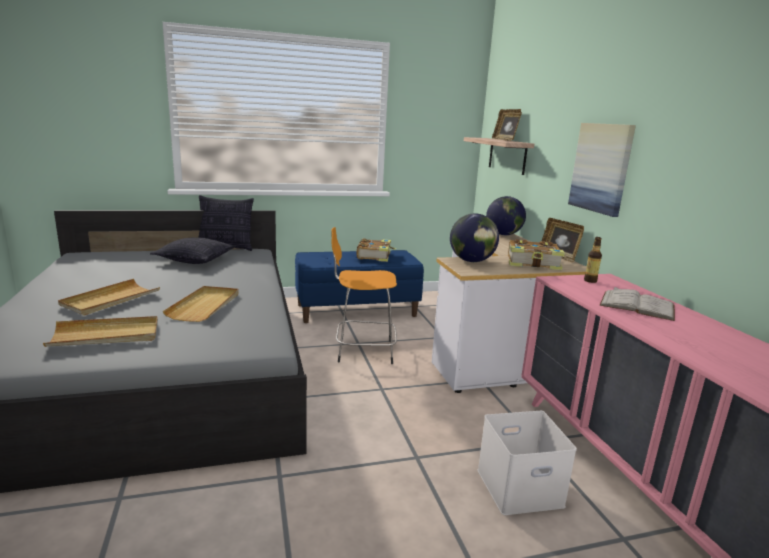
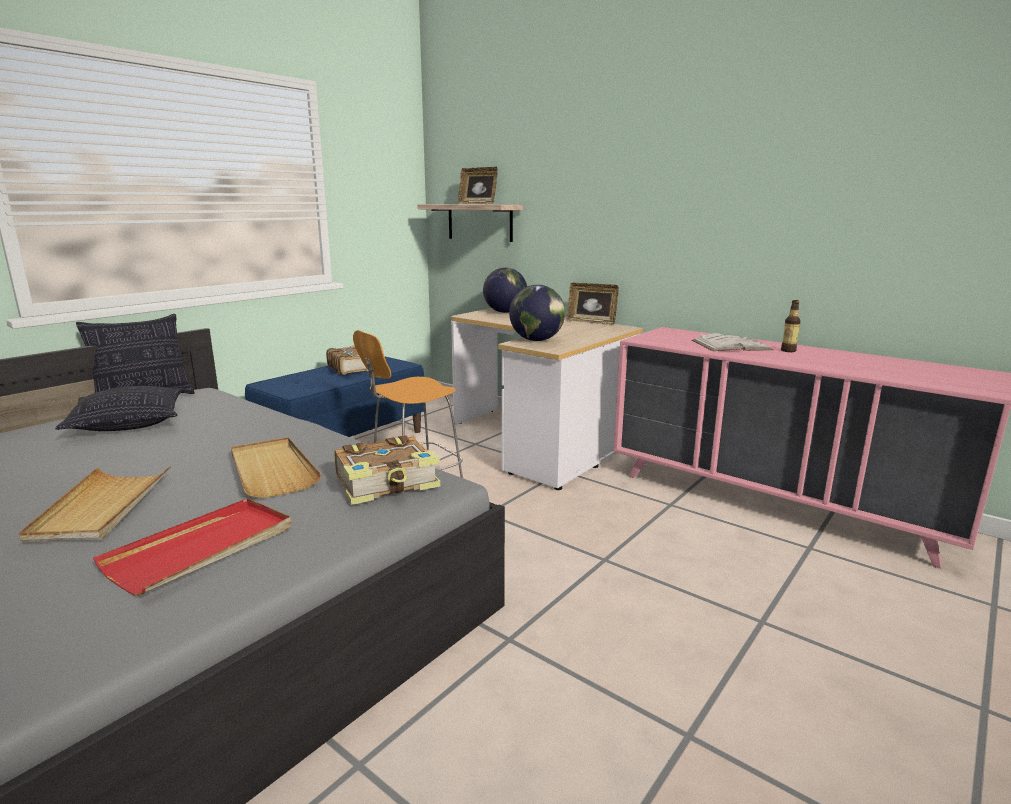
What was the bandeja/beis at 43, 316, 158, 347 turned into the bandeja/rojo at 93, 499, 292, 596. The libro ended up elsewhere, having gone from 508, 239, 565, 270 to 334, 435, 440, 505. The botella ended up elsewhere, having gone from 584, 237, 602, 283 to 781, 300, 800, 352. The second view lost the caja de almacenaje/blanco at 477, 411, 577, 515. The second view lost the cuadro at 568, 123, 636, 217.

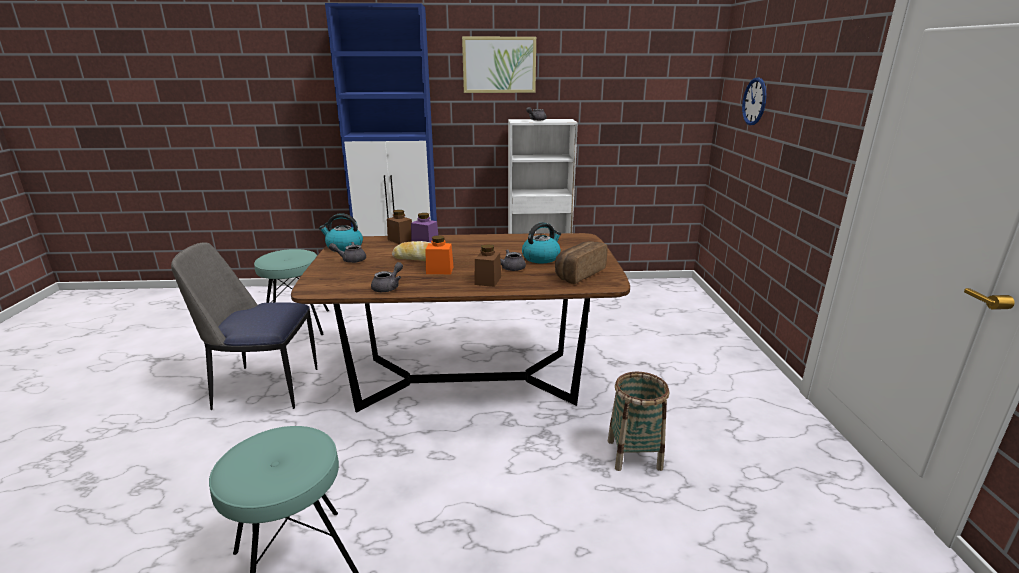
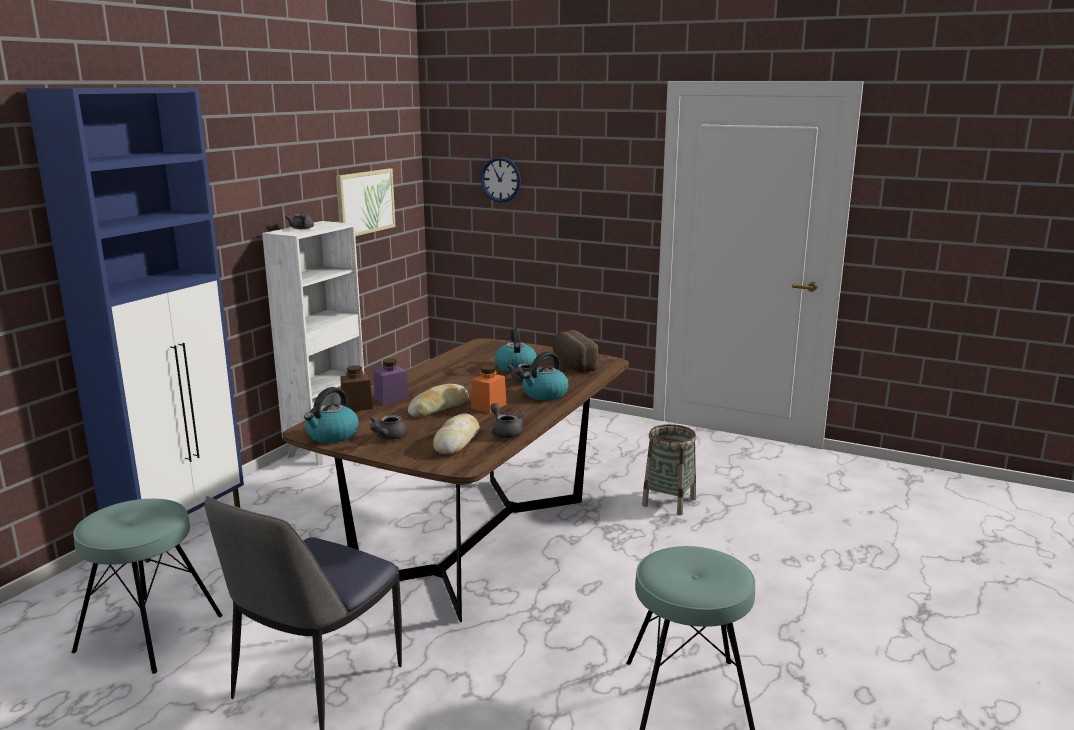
The cuadro ended up elsewhere, having gone from 462, 37, 536, 93 to 336, 168, 395, 236. The second view gained the pan at 433, 413, 480, 455. Where the tarro/marrón stood at 474, 244, 501, 287, the hervidor came to stand at 522, 352, 569, 400.

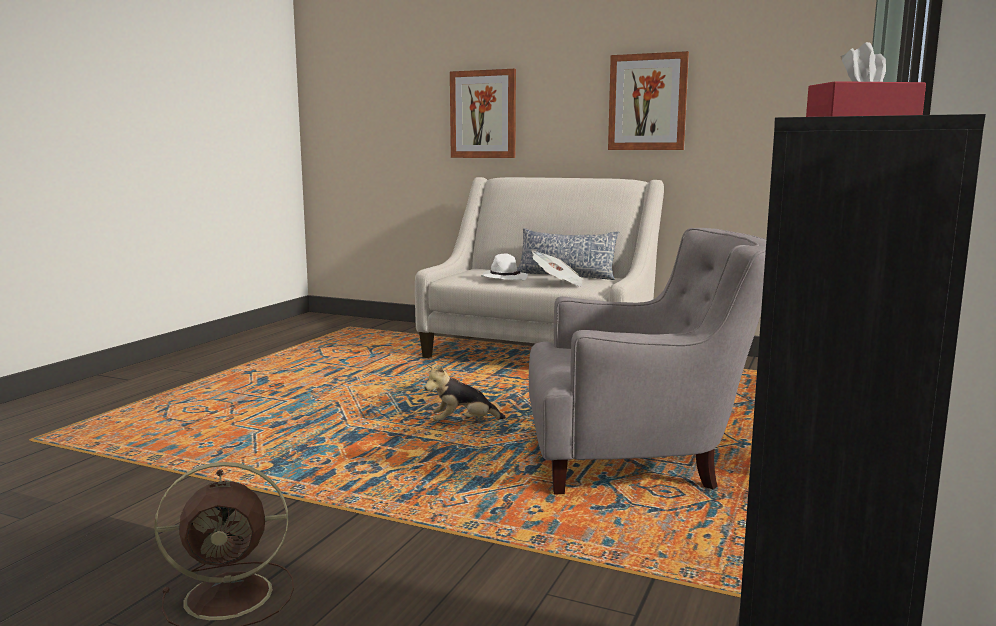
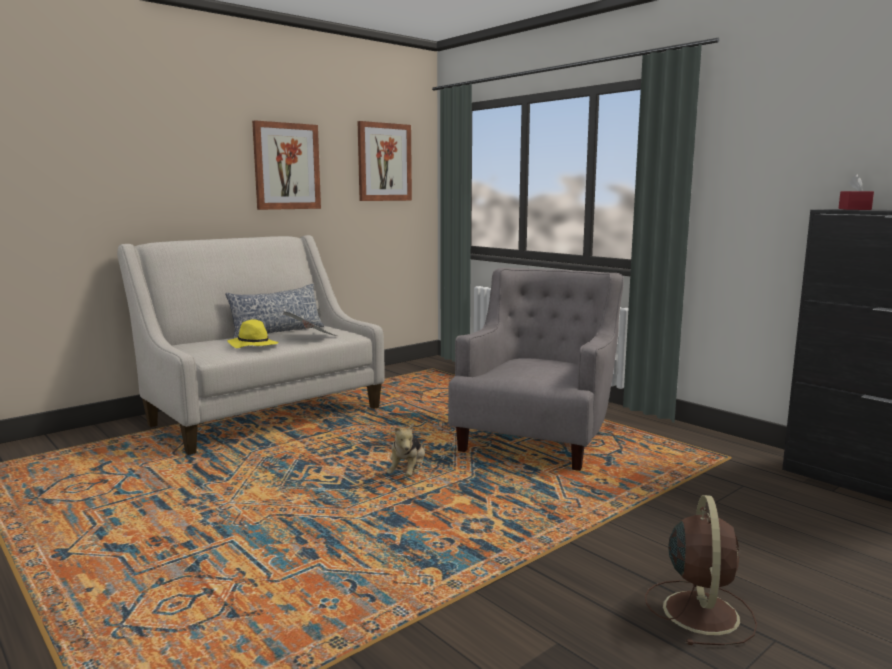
What was the sombrero/blanco at 481, 254, 528, 281 turned into the sombrero/amarillo at 227, 319, 279, 348. The cuadro ended up elsewhere, having gone from 450, 69, 516, 158 to 357, 121, 412, 201.

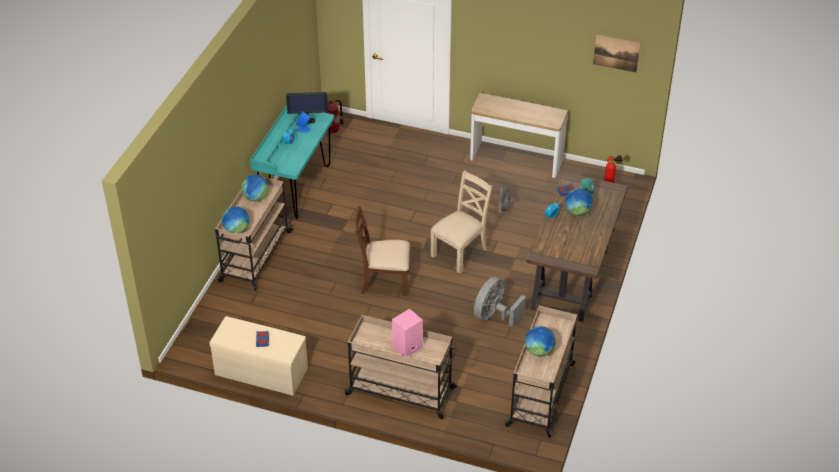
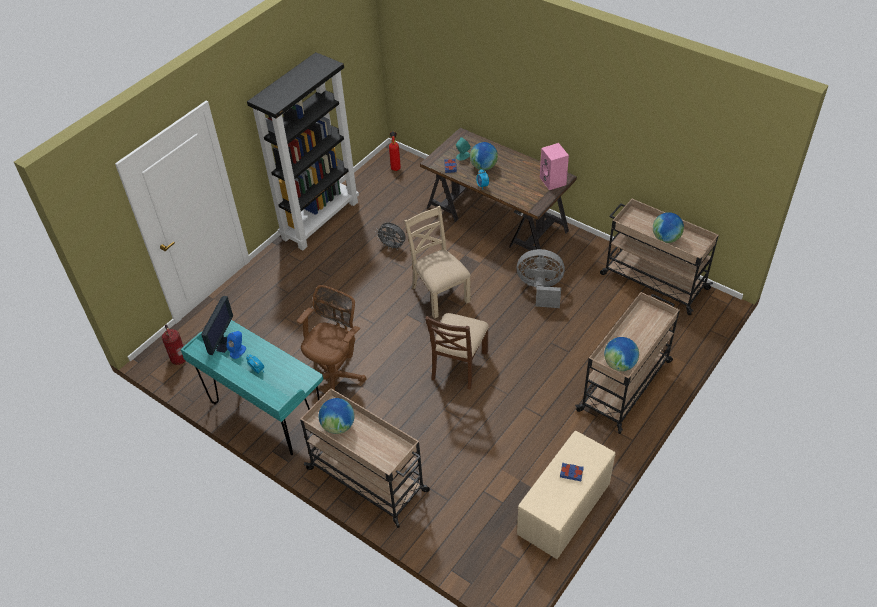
Where the mesa consola stood at 470, 93, 568, 178, the estantería/negro came to stand at 247, 52, 359, 250. The second view gained the silla de oficina/marrón at 297, 285, 367, 390. The ventilador/gris at 474, 277, 526, 327 ended up facing another way, 135 degrees clockwise from before. The altavoz/rosa ended up elsewhere, having gone from 392, 309, 423, 356 to 540, 143, 569, 190. The globo terráqueo ended up elsewhere, having gone from 222, 206, 250, 234 to 604, 337, 639, 371. The second view lost the cuadro at 593, 35, 640, 72.

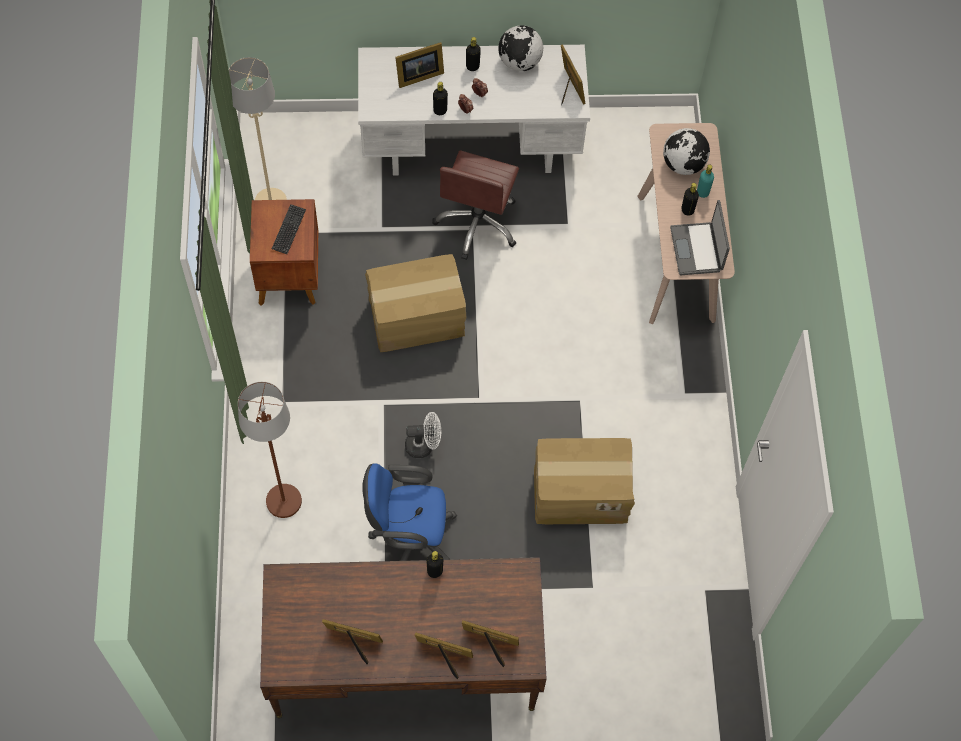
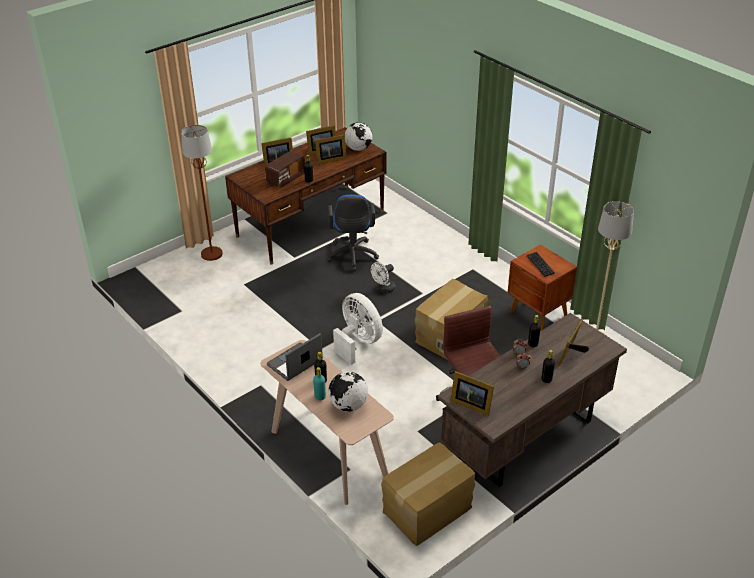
The lámpara de pie/marrón ended up elsewhere, having gone from 238, 382, 302, 518 to 181, 125, 223, 261. The second view gained the radio at 265, 151, 305, 188. The portátil at 670, 200, 730, 275 ended up facing another way, 90 degrees counterclockwise from before. The portarretratos ended up elsewhere, having gone from 462, 620, 519, 667 to 315, 134, 347, 164. The silla de oficina/azul at 362, 463, 457, 561 ended up facing another way, 120 degrees clockwise from before. The second view gained the ventilador/blanco at 333, 293, 383, 365. The globo terráqueo ended up elsewhere, having gone from 498, 25, 543, 71 to 345, 122, 372, 151. The caja de cartón ended up elsewhere, having gone from 534, 438, 635, 524 to 381, 442, 475, 546. What was the escritorio/blanco at 358, 45, 590, 176 turned into the escritorio/marrón at 438, 313, 627, 487.

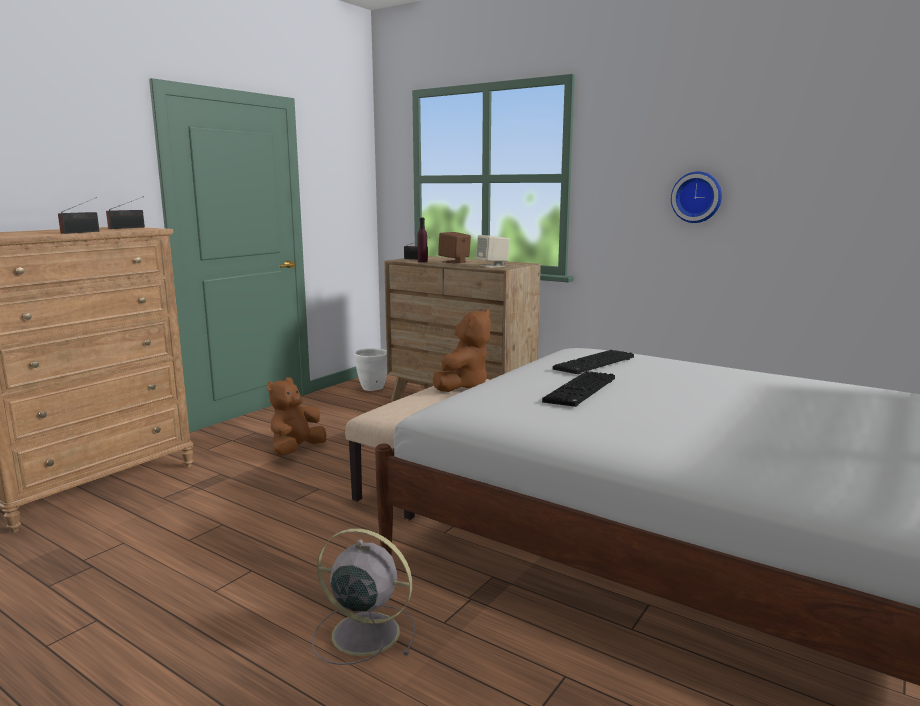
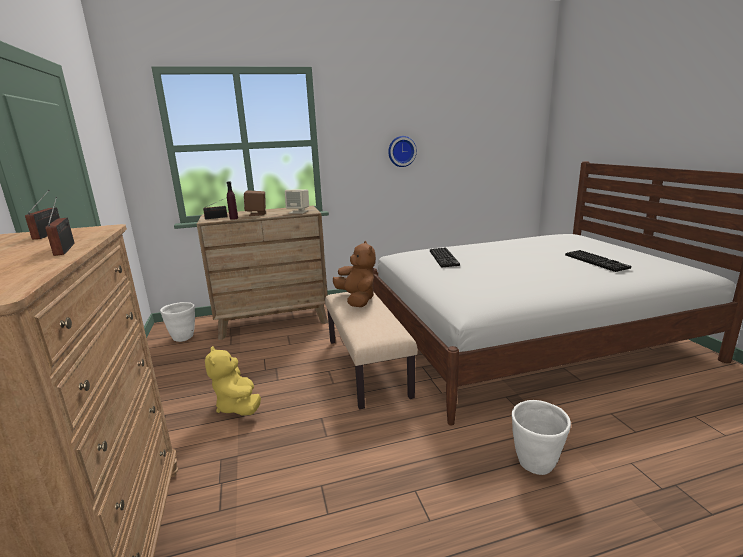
What was the peluche/marrón at 267, 377, 327, 456 turned into the peluche/amarillo at 205, 346, 261, 416. Where the ventilador/gris stood at 312, 528, 415, 665, the maceta/blanco came to stand at 512, 400, 571, 475. The teclado ended up elsewhere, having gone from 542, 371, 615, 407 to 565, 250, 631, 272.

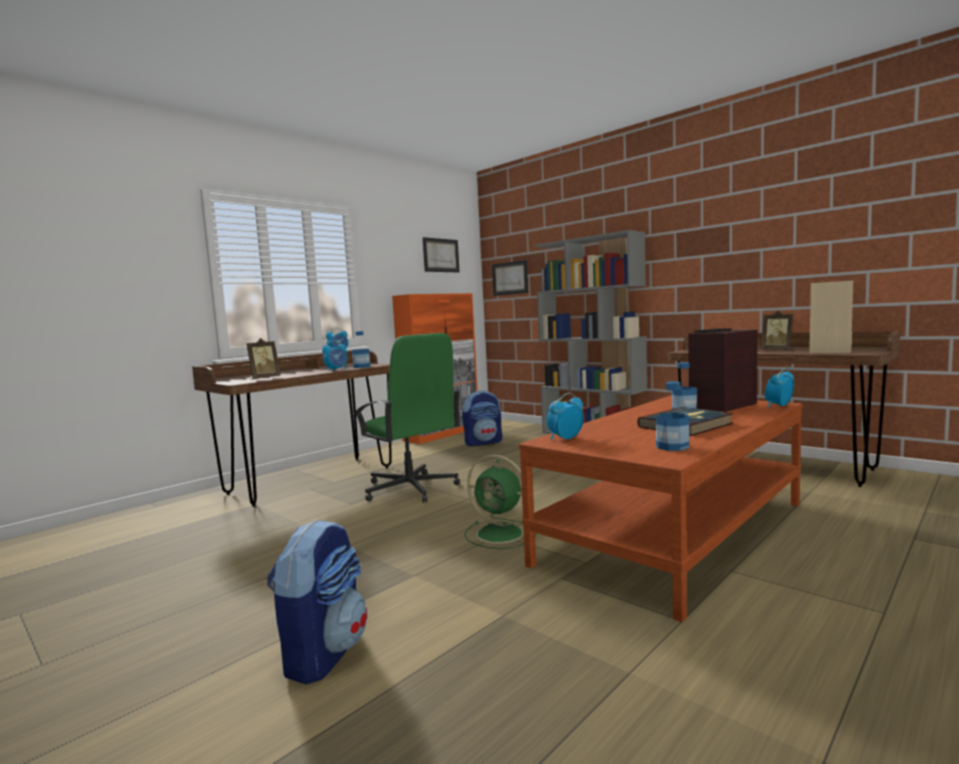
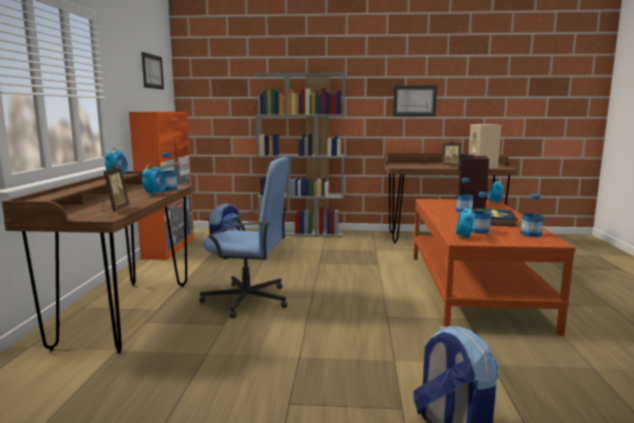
What was the silla de oficina/verde at 354, 333, 460, 502 turned into the silla de oficina/azul at 199, 157, 289, 319. The cuadro ended up elsewhere, having gone from 492, 260, 528, 296 to 393, 86, 437, 116. The second view gained the botella at 471, 192, 491, 234. The second view lost the ventilador/verde at 464, 455, 537, 549.

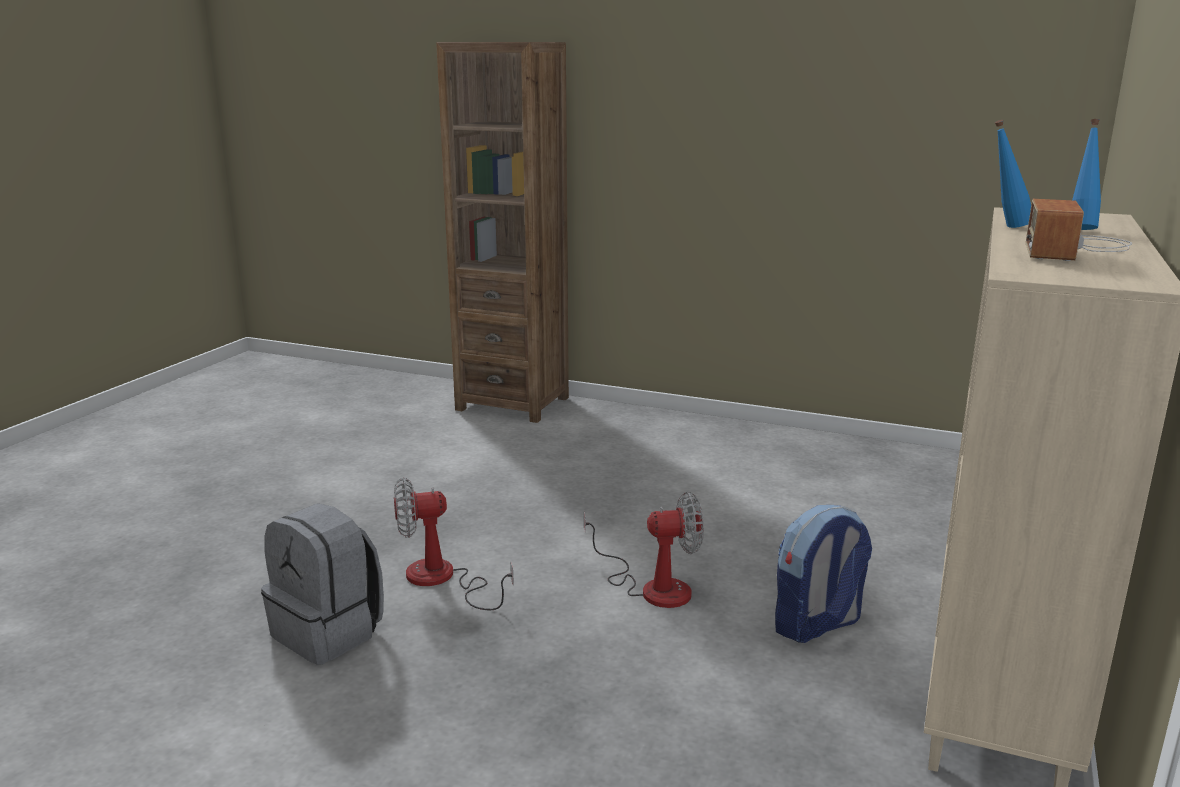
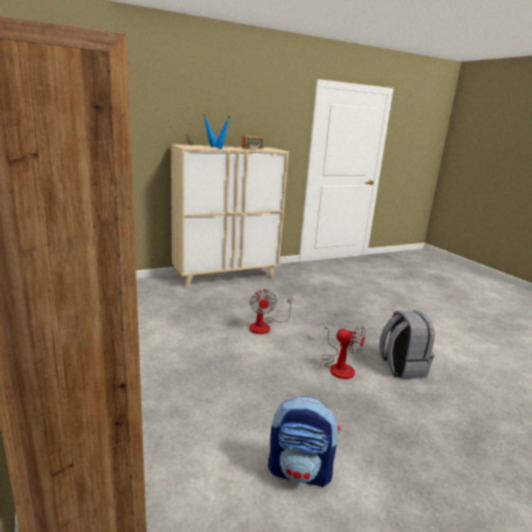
The ventilador at 584, 492, 704, 608 ended up facing another way, 135 degrees counterclockwise from before. The mochila ended up elsewhere, having gone from 775, 505, 872, 643 to 268, 396, 340, 487.

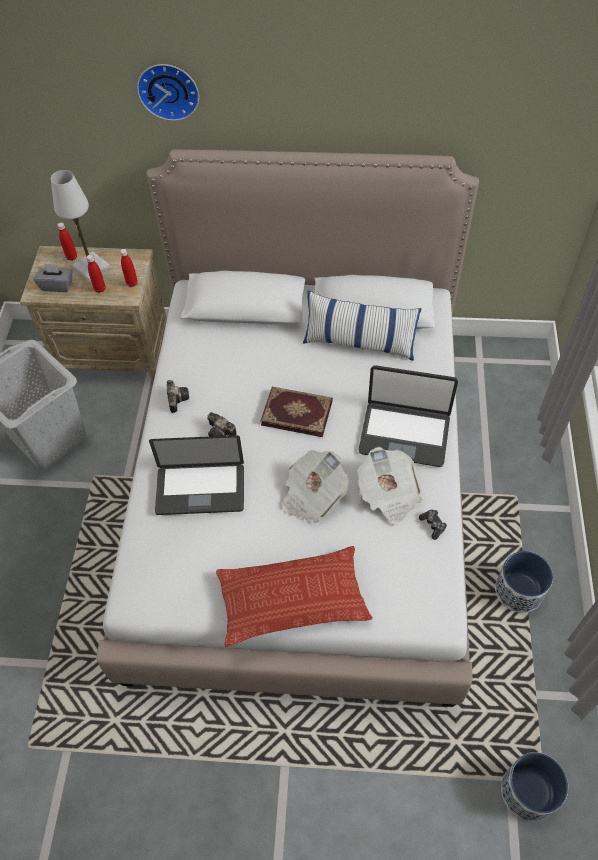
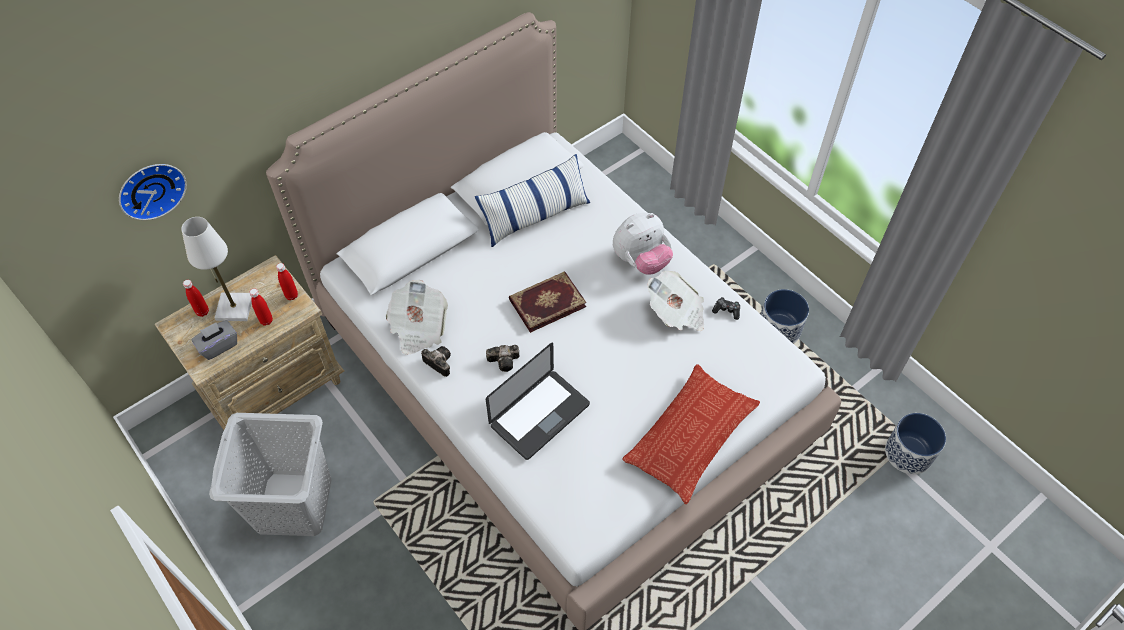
The reloj de pared ended up elsewhere, having gone from 137, 64, 199, 121 to 119, 164, 187, 220. The periódico ended up elsewhere, having gone from 281, 450, 349, 523 to 386, 280, 448, 355. Where the portátil stood at 359, 365, 458, 467, the peluche came to stand at 613, 213, 673, 275.

